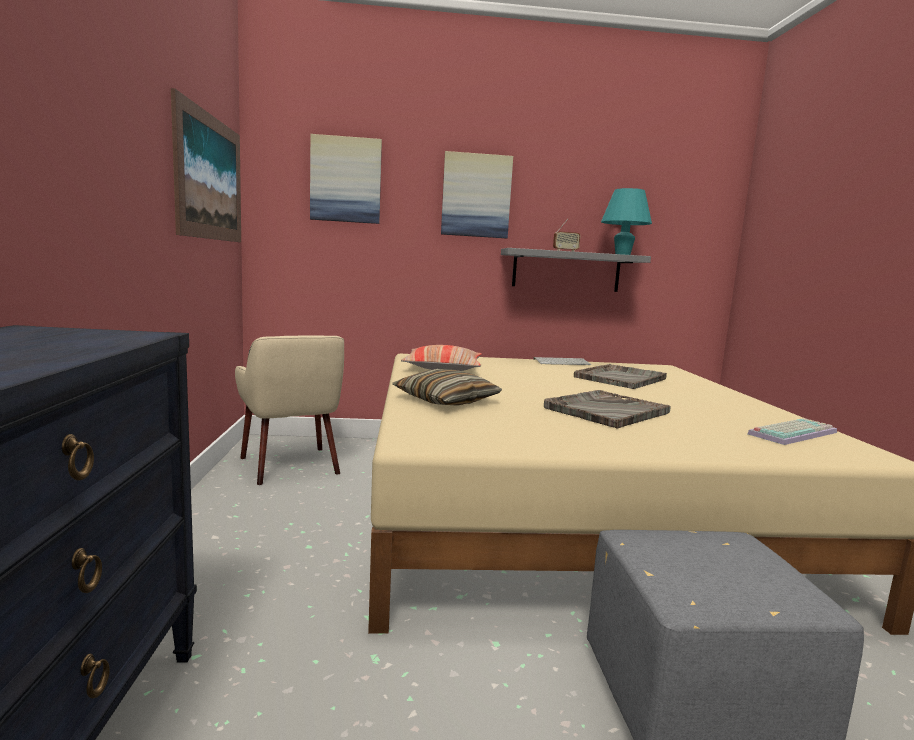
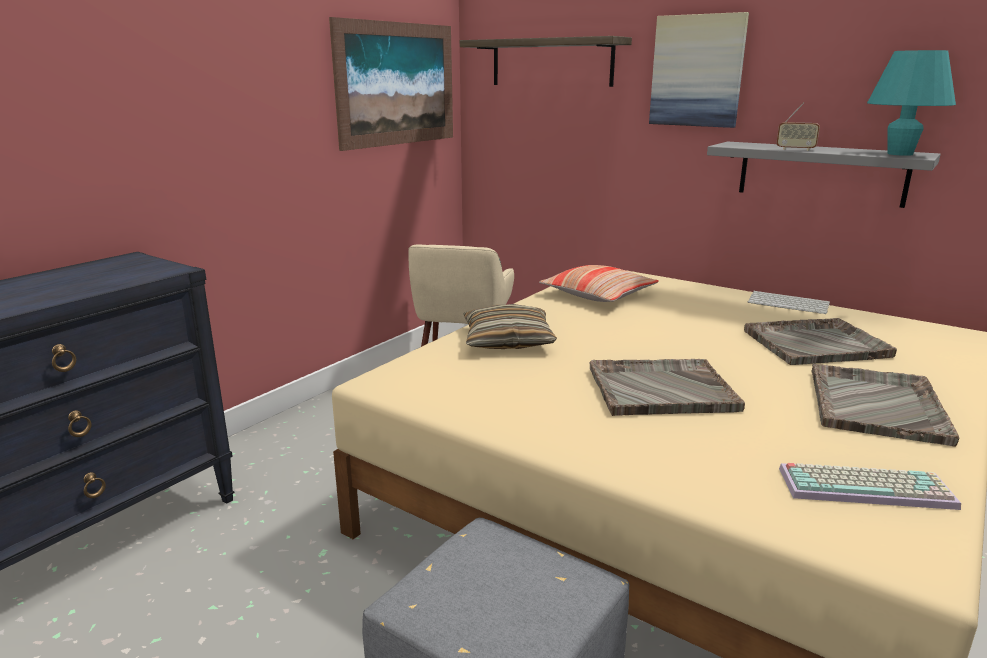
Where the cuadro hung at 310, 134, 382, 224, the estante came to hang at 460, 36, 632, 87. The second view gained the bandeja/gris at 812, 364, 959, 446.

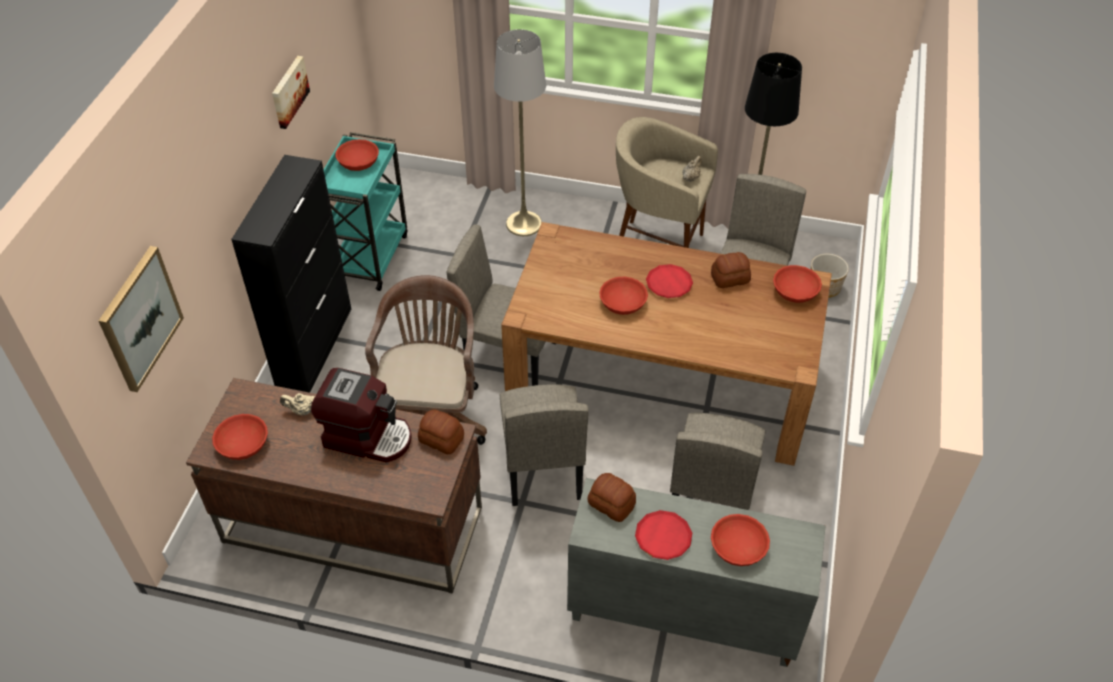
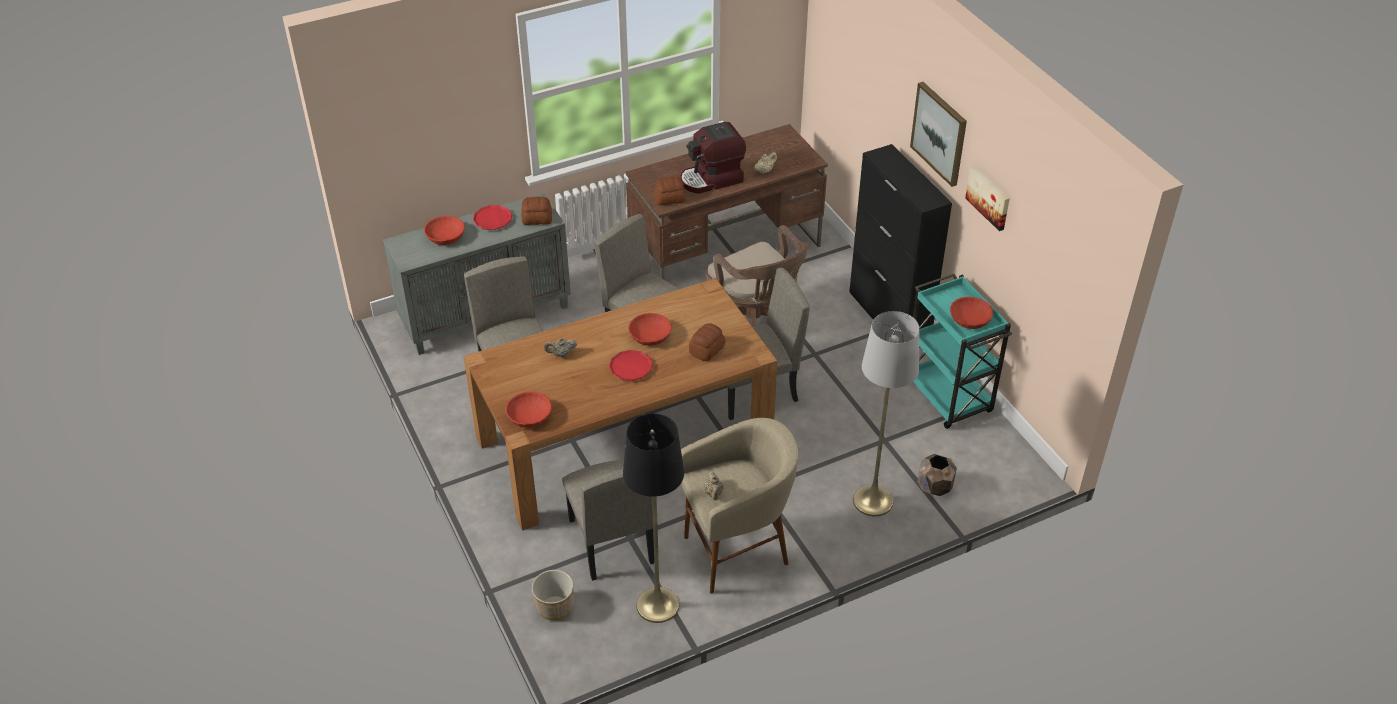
The second view gained the tetera/beis at 544, 338, 577, 358. The pan ended up elsewhere, having gone from 711, 252, 751, 288 to 689, 323, 725, 361. The cuadro ended up elsewhere, having gone from 99, 246, 184, 392 to 910, 82, 967, 187. The second view gained the maceta/marrón at 917, 454, 957, 496. The second view lost the cuenco/rojo at 212, 414, 268, 460.

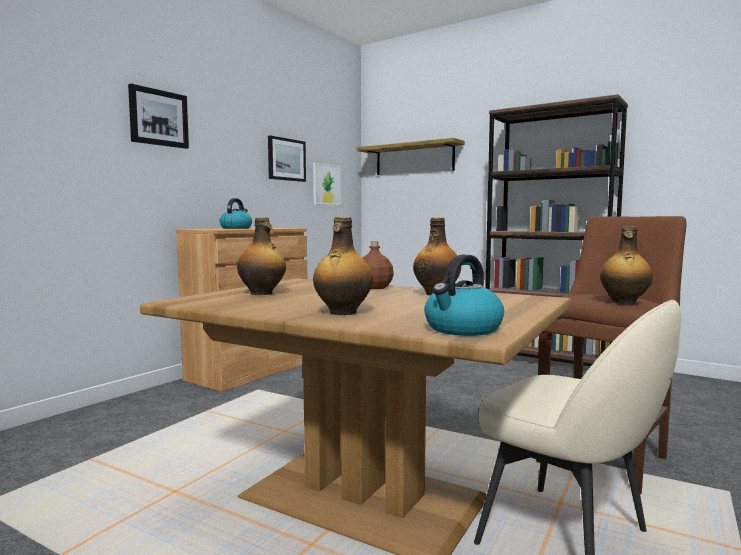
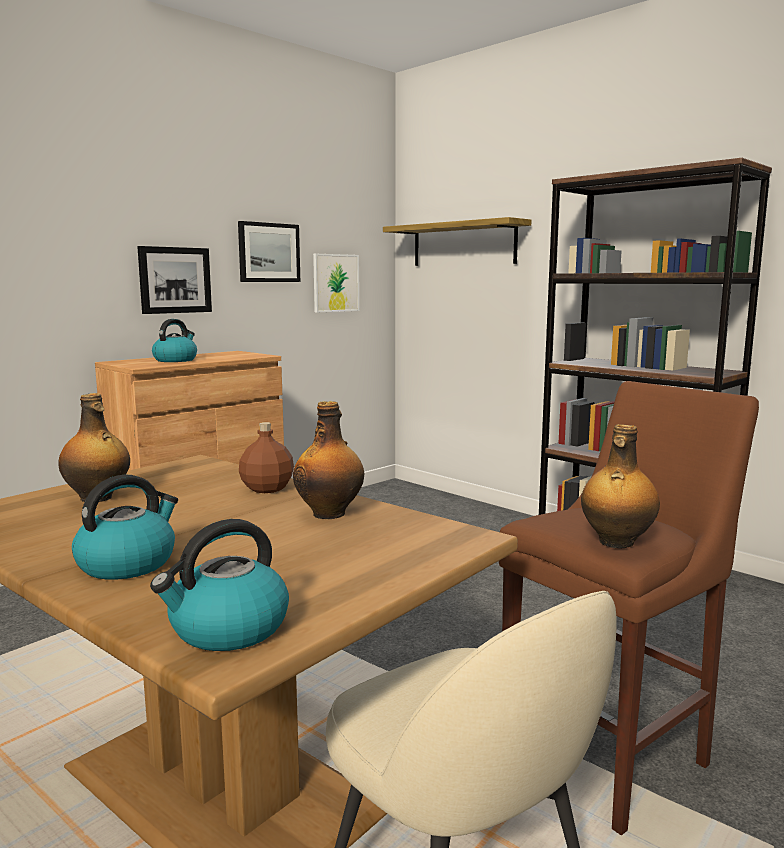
Where the botella stood at 313, 217, 373, 315, the hervidor came to stand at 72, 475, 178, 580. The cuadro ended up elsewhere, having gone from 128, 84, 189, 149 to 137, 246, 212, 314.

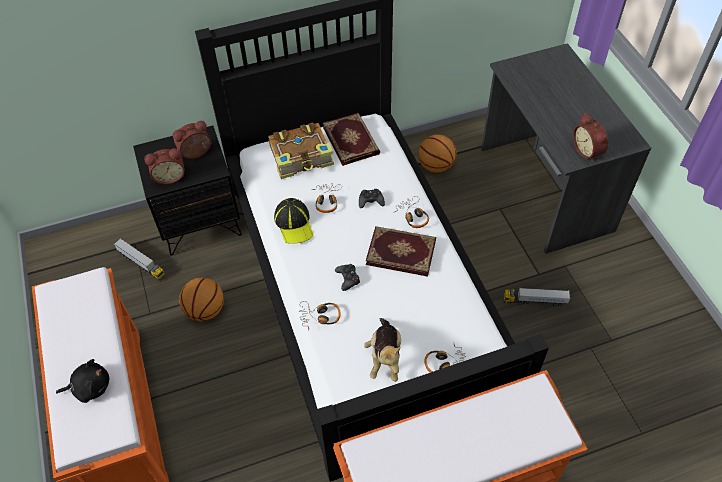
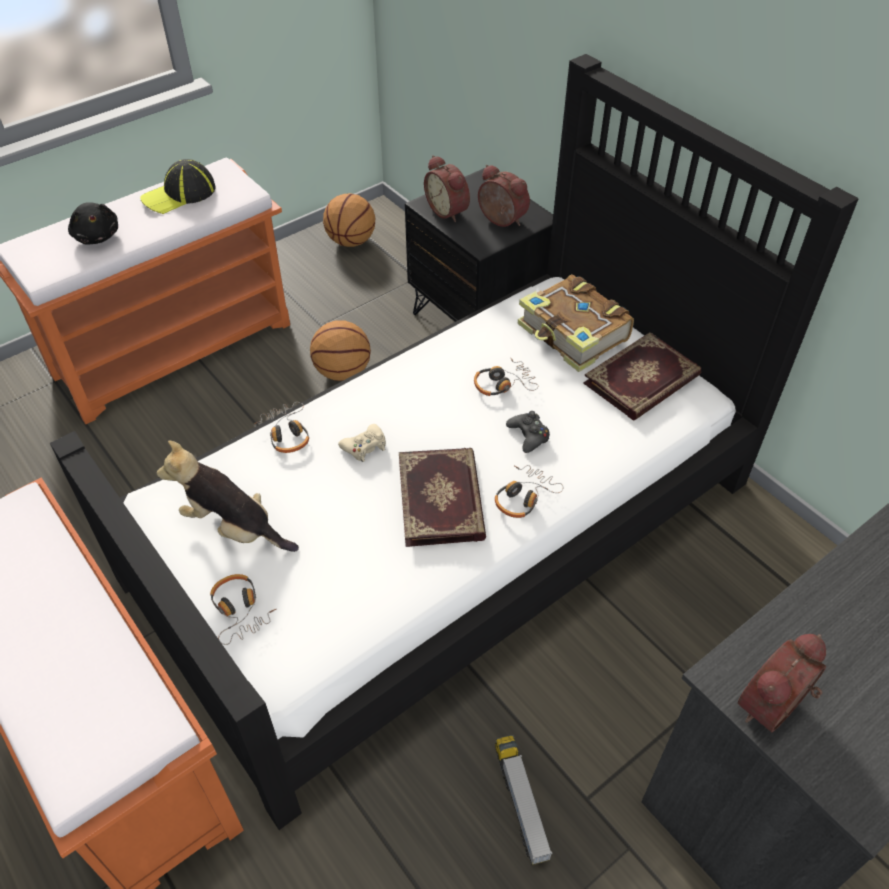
The gorra ended up elsewhere, having gone from 274, 198, 314, 244 to 140, 159, 216, 214. The peluche at 364, 318, 401, 382 ended up facing another way, 45 degrees clockwise from before. The balón de baloncesto ended up elsewhere, having gone from 418, 134, 456, 173 to 323, 193, 375, 247. What was the mando de consola/negro at 335, 264, 360, 291 turned into the mando de consola/beis at 338, 424, 386, 462. The second view lost the camión de juguete at 114, 238, 165, 281.

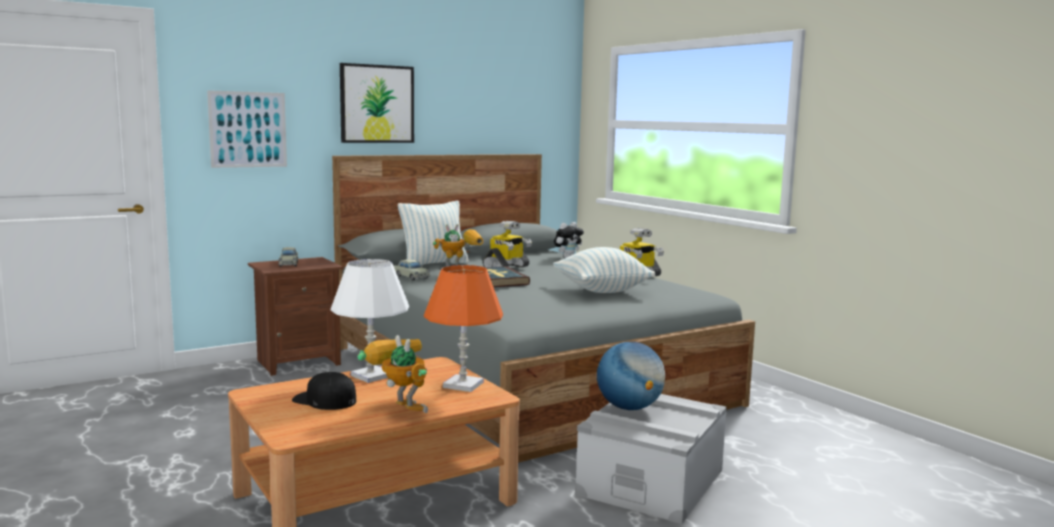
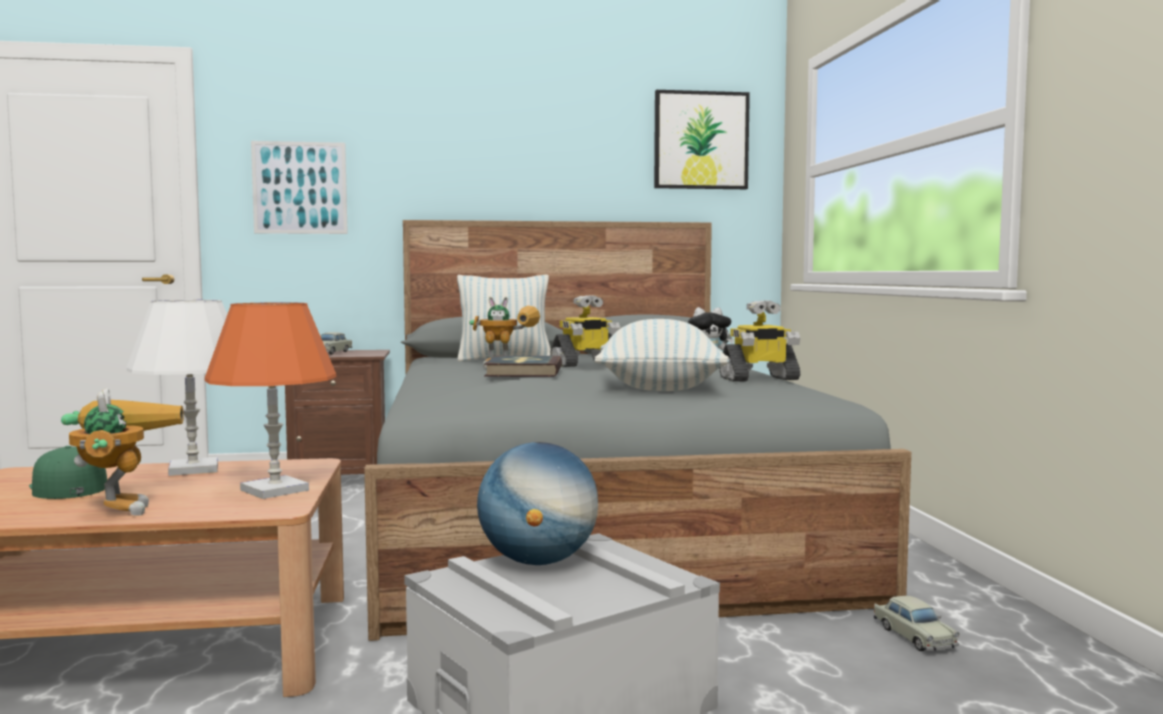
What was the gorra/negro at 292, 372, 356, 410 turned into the gorra/verde at 29, 446, 107, 499. The cuadro ended up elsewhere, having gone from 340, 63, 414, 143 to 654, 90, 750, 189. The coche de juguete/beis ended up elsewhere, having gone from 393, 259, 430, 281 to 874, 595, 960, 651.

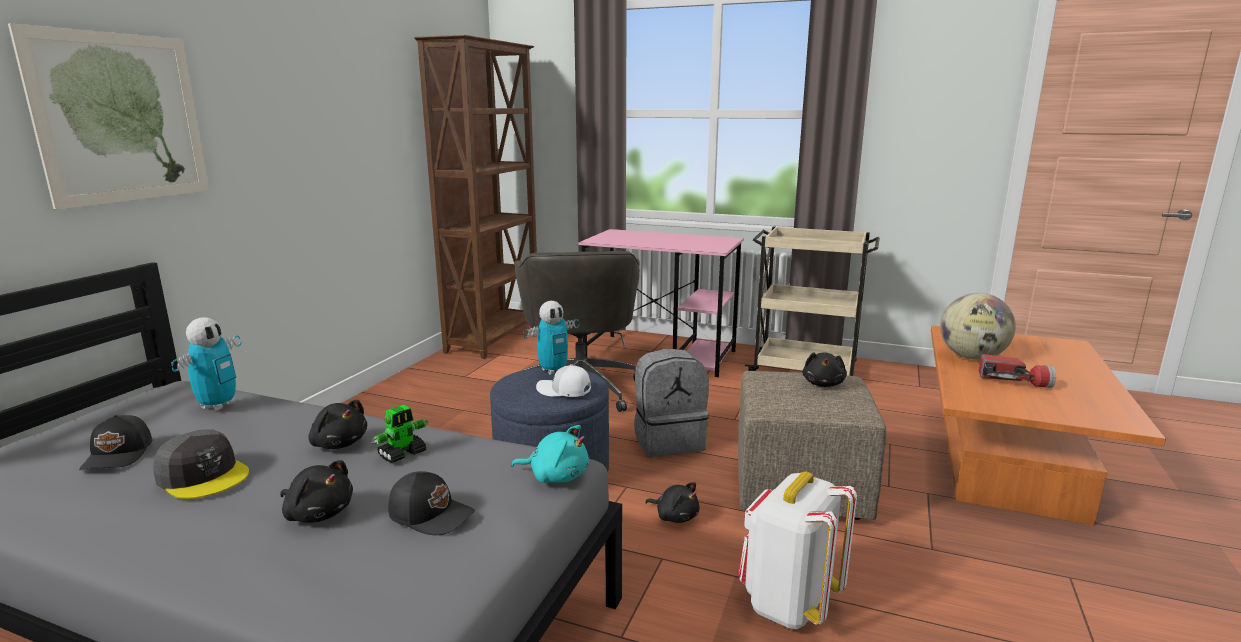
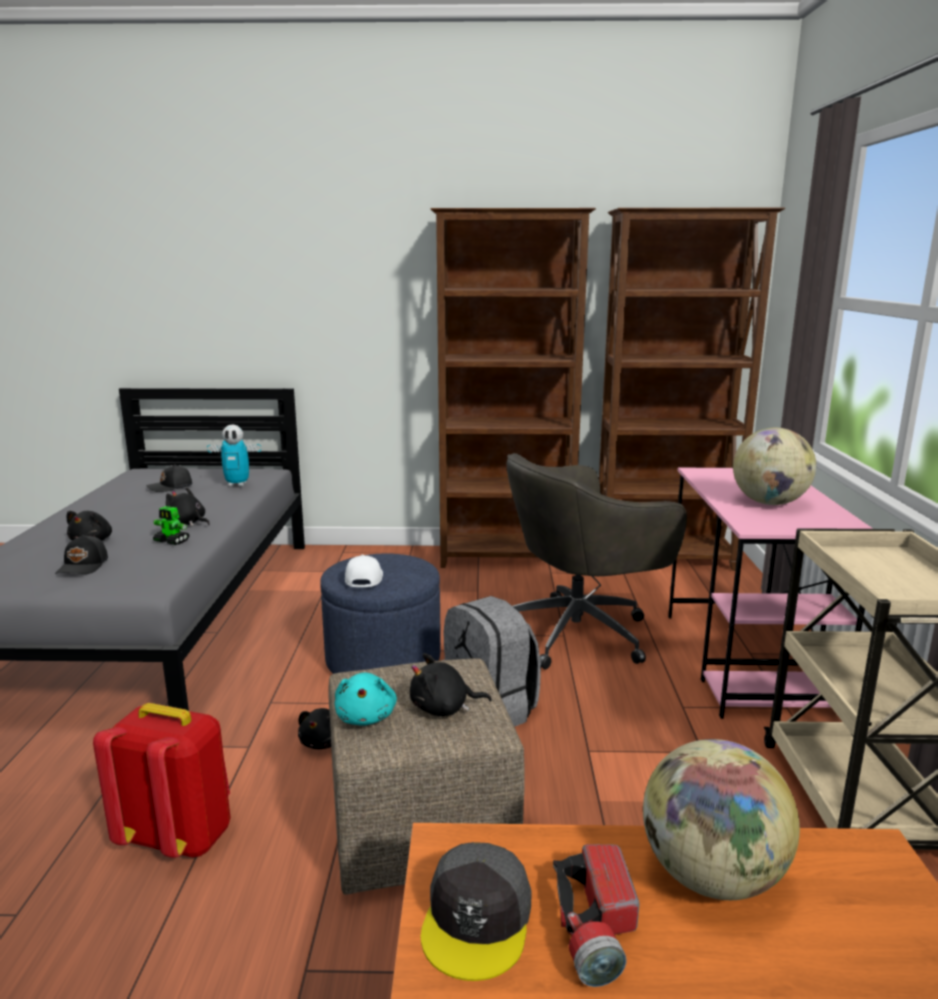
What was the mochila/blanco at 737, 471, 857, 629 turned into the mochila/rojo at 93, 703, 231, 858. The peluche/negro at 308, 400, 367, 449 ended up facing another way, 105 degrees clockwise from before. The peluche/turquesa ended up elsewhere, having gone from 511, 425, 589, 483 to 335, 672, 397, 726. The gorra/gris ended up elsewhere, having gone from 153, 430, 249, 499 to 421, 842, 532, 981. The second view gained the estantería/marrón at 430, 208, 596, 568. The second view gained the globo terráqueo at 733, 428, 816, 505. The second view lost the cuadro at 8, 23, 210, 210. The second view lost the robot de juguete at 523, 301, 580, 375.

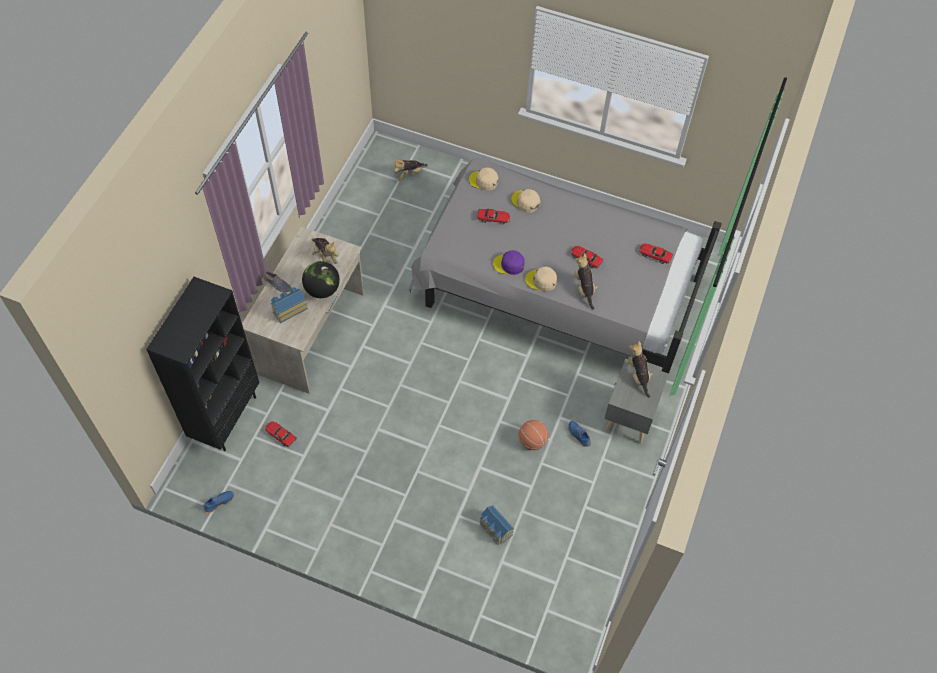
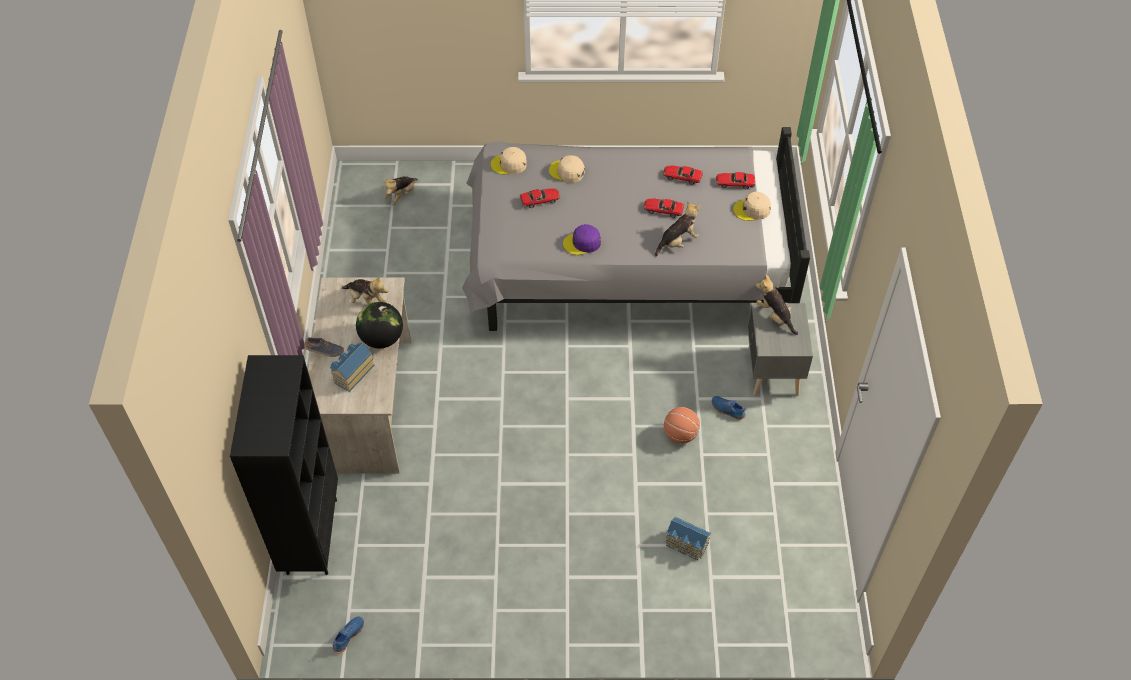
The peluche at 575, 253, 598, 310 ended up facing another way, 90 degrees clockwise from before. The coche de juguete ended up elsewhere, having gone from 265, 421, 297, 447 to 663, 166, 703, 185. The gorra/beis ended up elsewhere, having gone from 525, 267, 557, 291 to 733, 192, 771, 221.

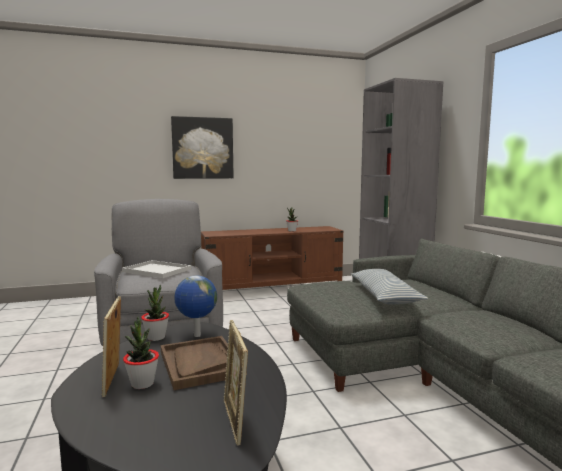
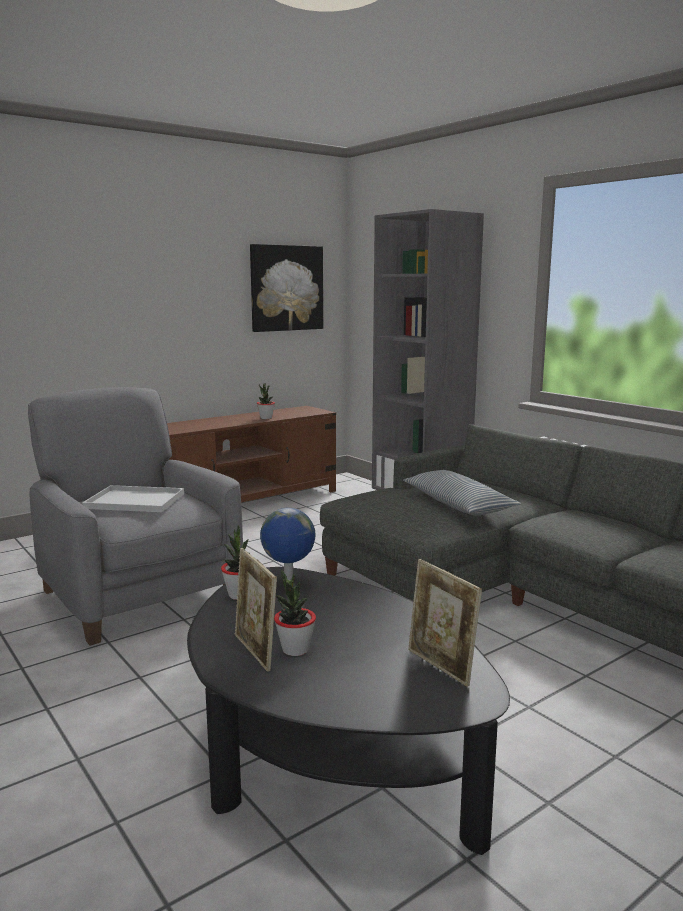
The cuadro ended up elsewhere, having gone from 171, 116, 234, 179 to 250, 244, 323, 332. The second view lost the bandeja/marrón at 161, 336, 228, 390.

